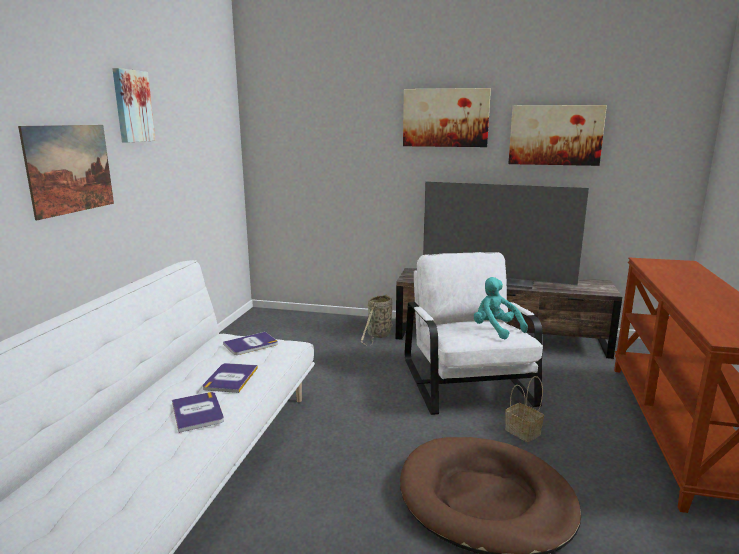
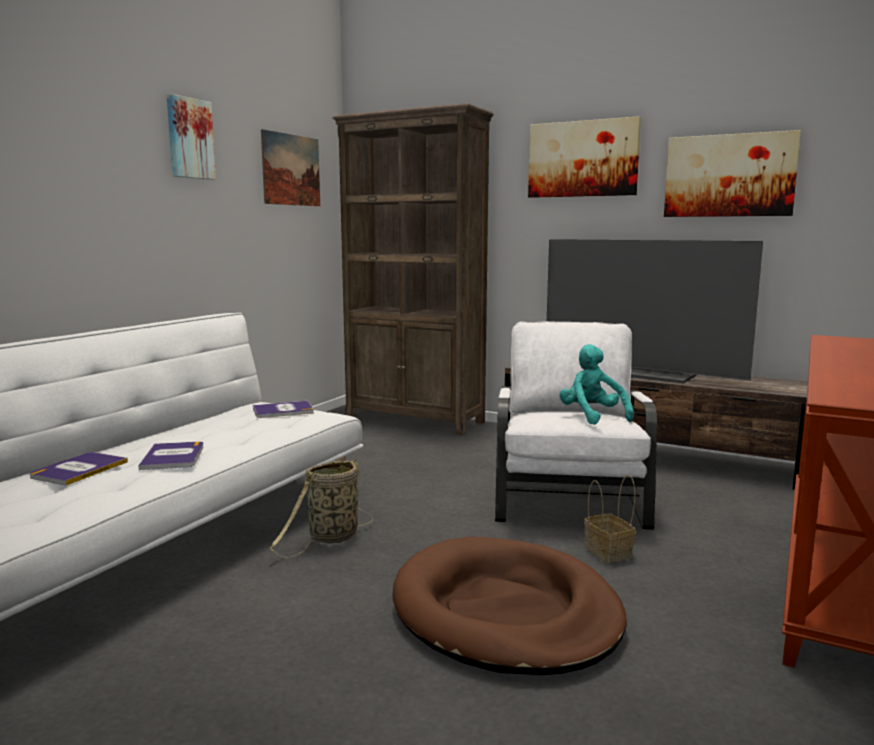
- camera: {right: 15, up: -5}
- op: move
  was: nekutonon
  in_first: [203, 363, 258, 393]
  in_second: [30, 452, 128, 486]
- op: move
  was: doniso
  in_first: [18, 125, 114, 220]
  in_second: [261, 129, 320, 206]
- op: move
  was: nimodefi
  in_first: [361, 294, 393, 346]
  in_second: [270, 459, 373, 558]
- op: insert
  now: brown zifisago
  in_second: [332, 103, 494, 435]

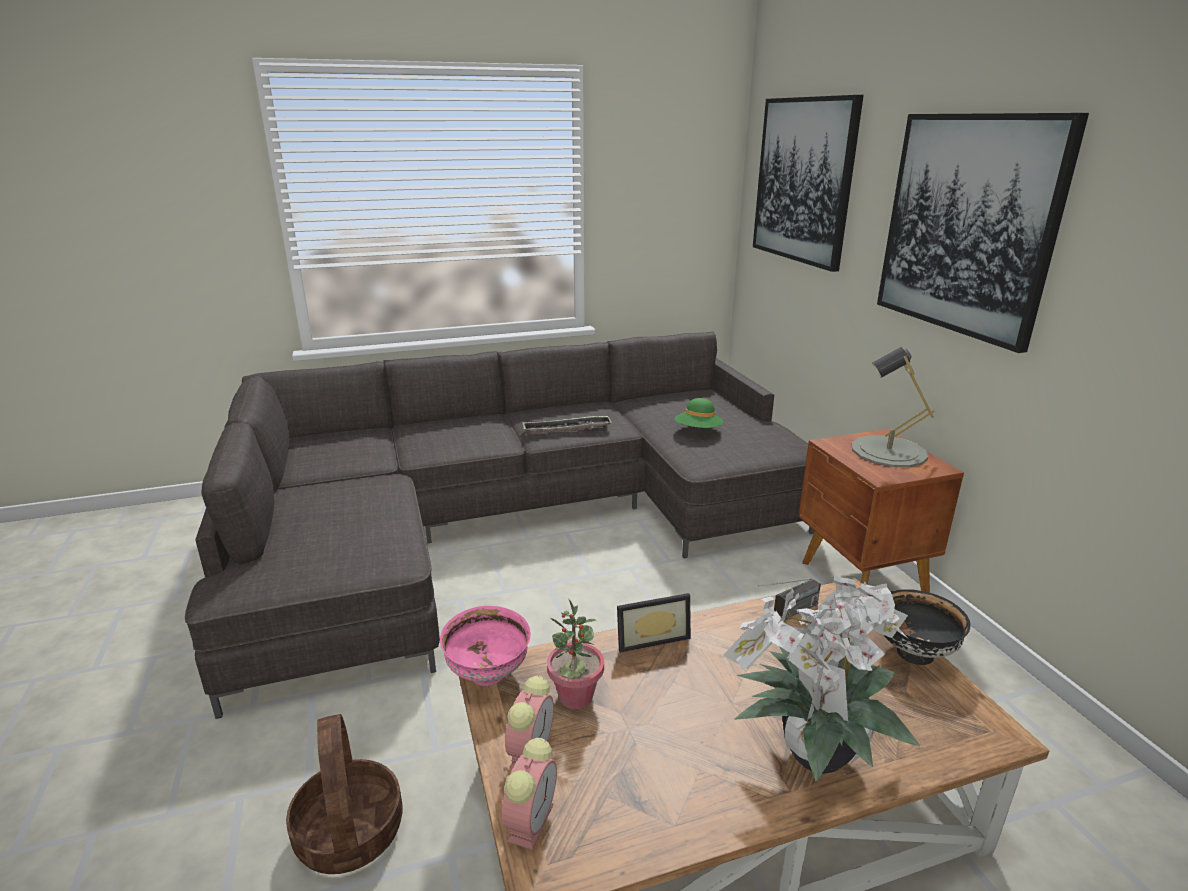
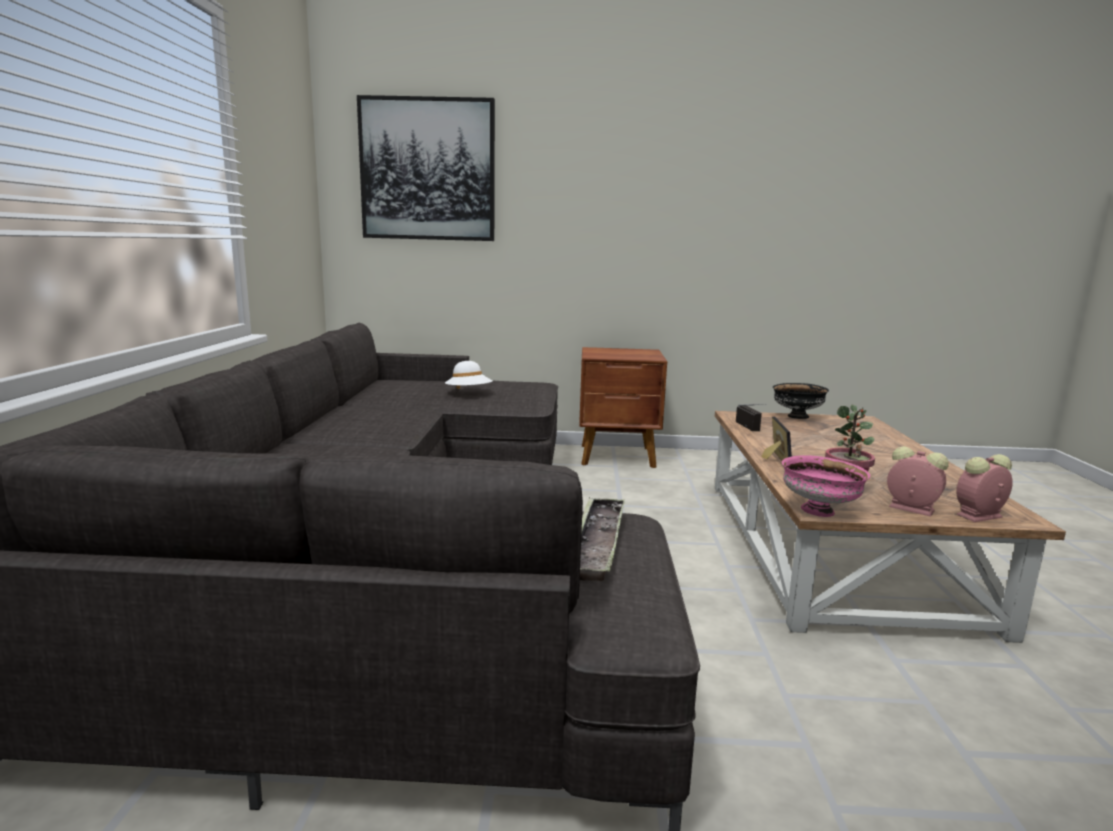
- camera: {right: -70, up: -10}
- op: recolor
  was: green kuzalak
  now: white kuzalak
  in_first: [675, 398, 723, 428]
  in_second: [445, 361, 492, 389]
- op: move
  was: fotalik
  in_first: [522, 415, 612, 435]
  in_second: [580, 497, 625, 581]
- op: rotate
  was: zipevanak
  in_first: [502, 738, 557, 850]
  in_second: [956, 454, 1013, 522]
  clockwise: -60
- op: delete
  was: nimodefi
  in_first: [286, 714, 403, 874]
- op: delete
  was: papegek
  in_first: [723, 576, 920, 781]
- op: delete
  was: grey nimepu
  in_first: [852, 347, 934, 467]
- op: delete
  was: doniso
  in_first: [877, 113, 1089, 353]

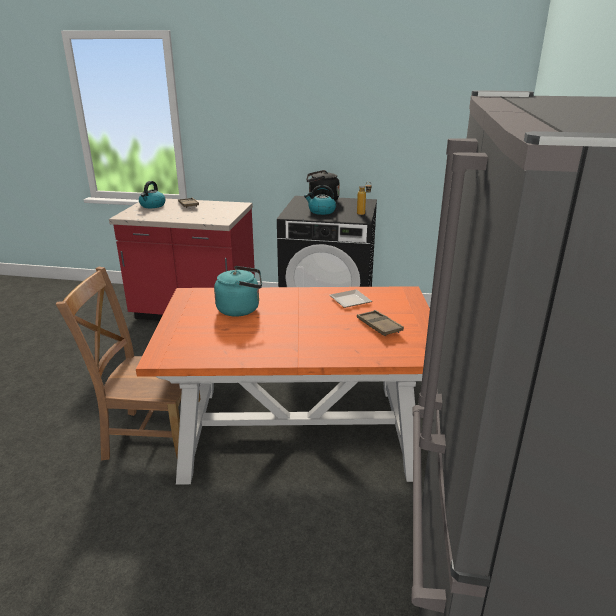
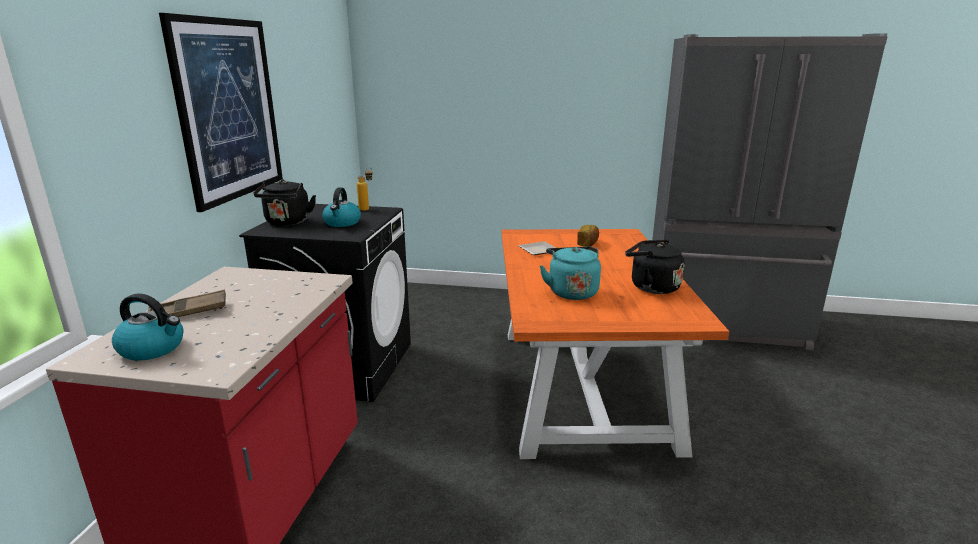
- camera: {right: -90, up: -5}
- op: insert
  now: doniso
  in_second: [159, 13, 283, 212]
- op: replace
  was: brown fotalik
  now: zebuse
  in_first: [357, 310, 404, 336]
  in_second: [577, 225, 599, 247]
- op: insert
  now: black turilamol
  in_second: [625, 240, 685, 294]
- op: delete
  was: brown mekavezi
  in_first: [56, 267, 201, 460]

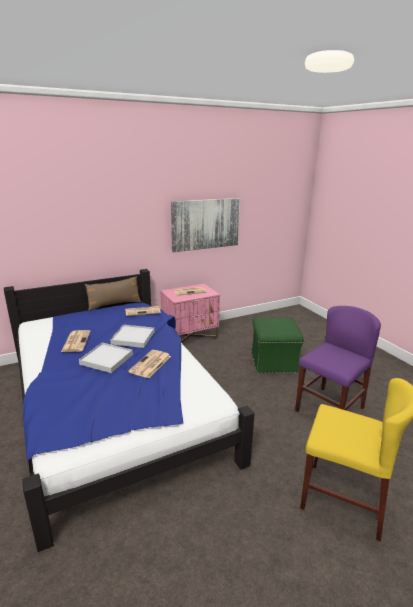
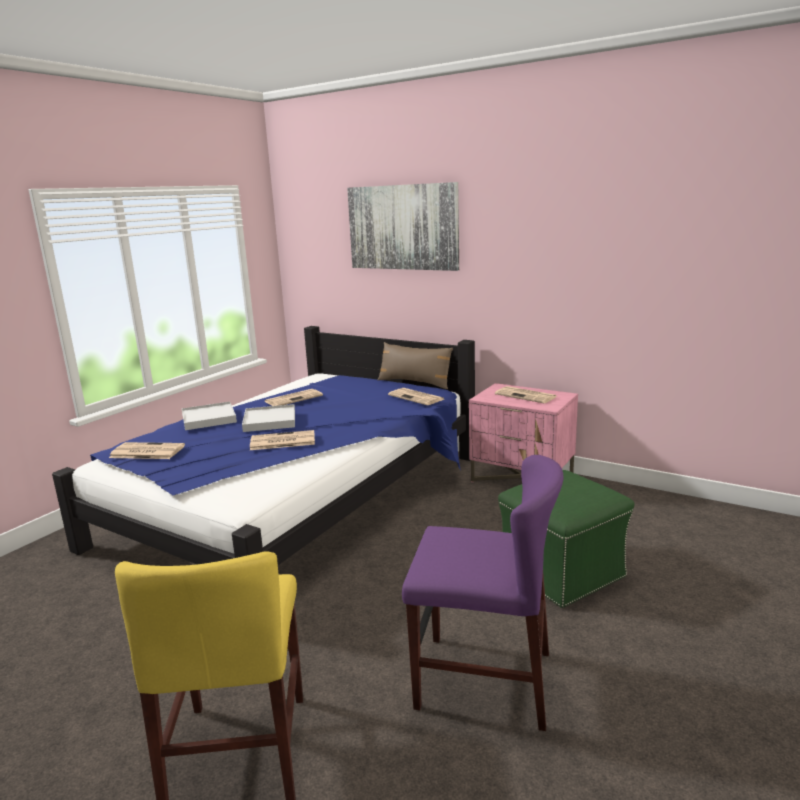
- camera: {right: 60, up: -5}
- op: insert
  now: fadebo
  in_second: [109, 442, 185, 459]
- op: move
  was: white fotalik
  in_first: [110, 325, 155, 348]
  in_second: [182, 402, 237, 430]
- op: move
  was: doniso
  in_first: [171, 198, 240, 252]
  in_second: [347, 182, 459, 271]

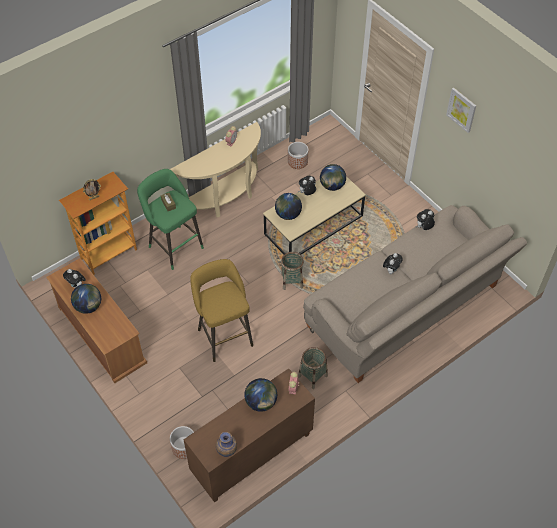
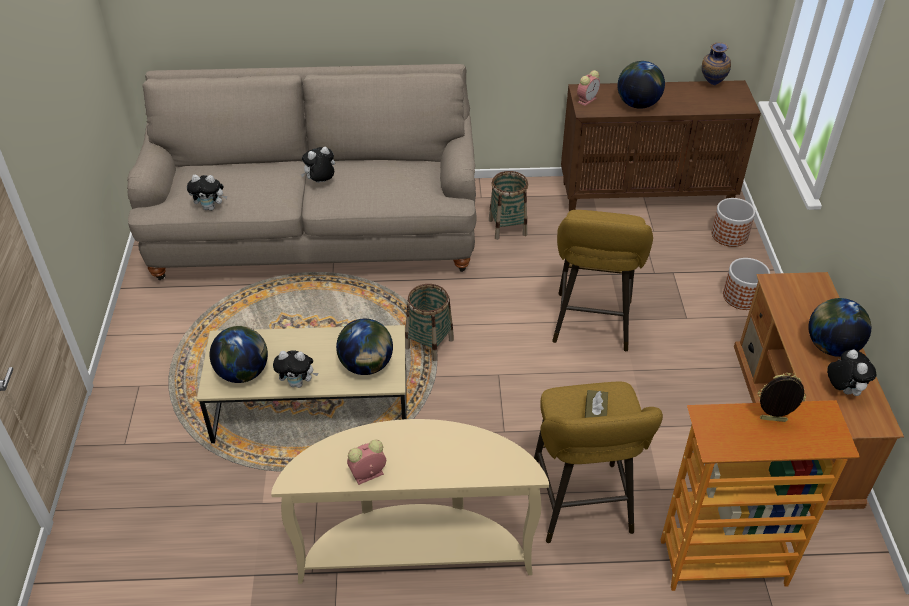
- camera: {right: -145, up: -10}
- op: recolor
  was: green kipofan
  now: yellow kipofan
  in_first: [137, 169, 204, 270]
  in_second: [534, 382, 663, 543]
- op: move
  was: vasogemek
  in_first: [288, 142, 308, 169]
  in_second: [723, 258, 770, 310]
- op: delete
  was: doniso
  in_first: [446, 88, 476, 133]

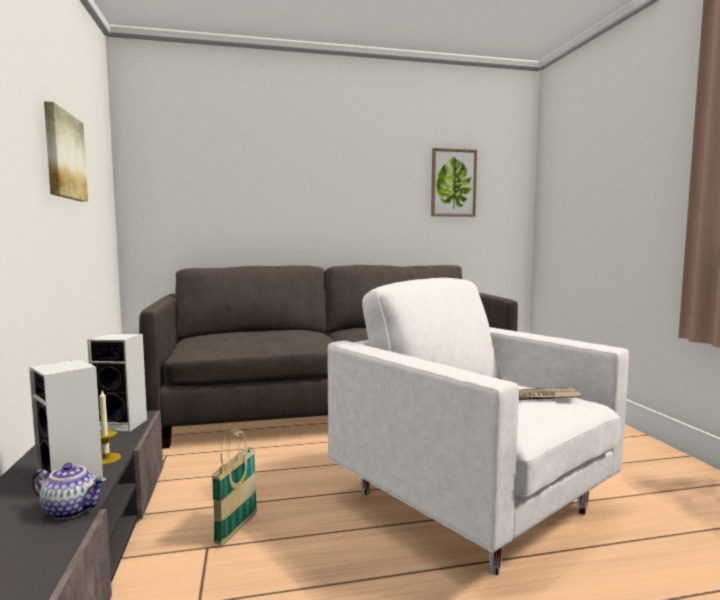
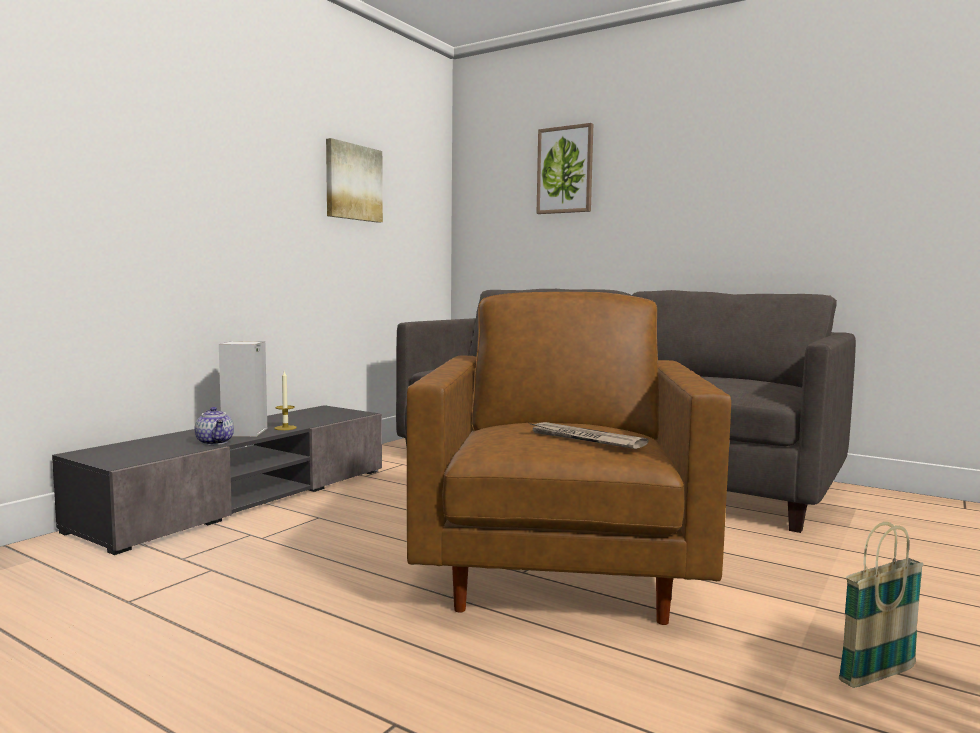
- camera: {right: 45, up: 0}
- op: recolor
  was: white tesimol
  now: brown tesimol
  in_first: [327, 278, 629, 575]
  in_second: [407, 292, 731, 625]
- op: move
  was: doniso
  in_first: [431, 148, 477, 217]
  in_second: [537, 123, 593, 214]
- op: move
  was: nimodefi
  in_first: [211, 430, 257, 545]
  in_second: [839, 522, 923, 688]
- op: delete
  was: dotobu
  in_first: [87, 333, 147, 432]

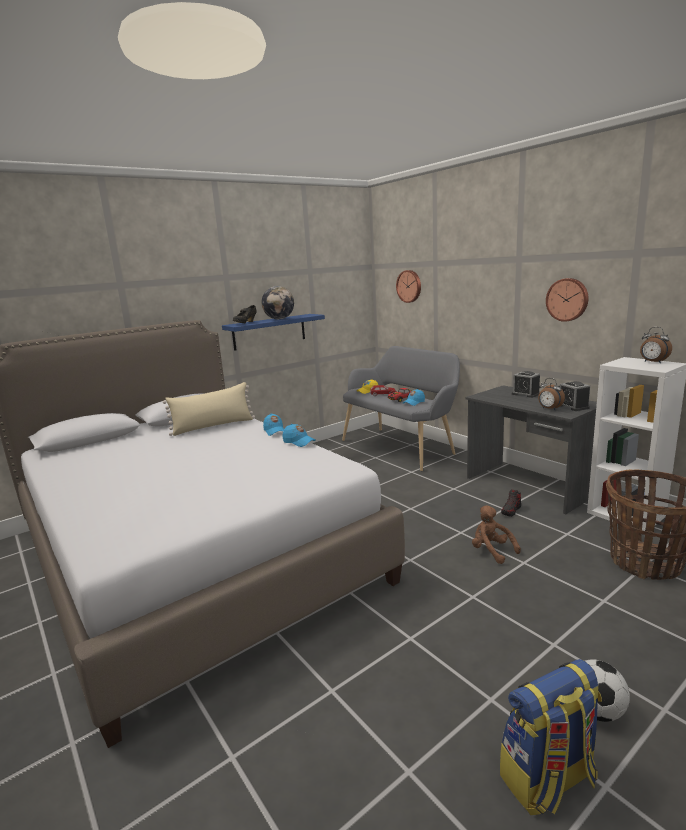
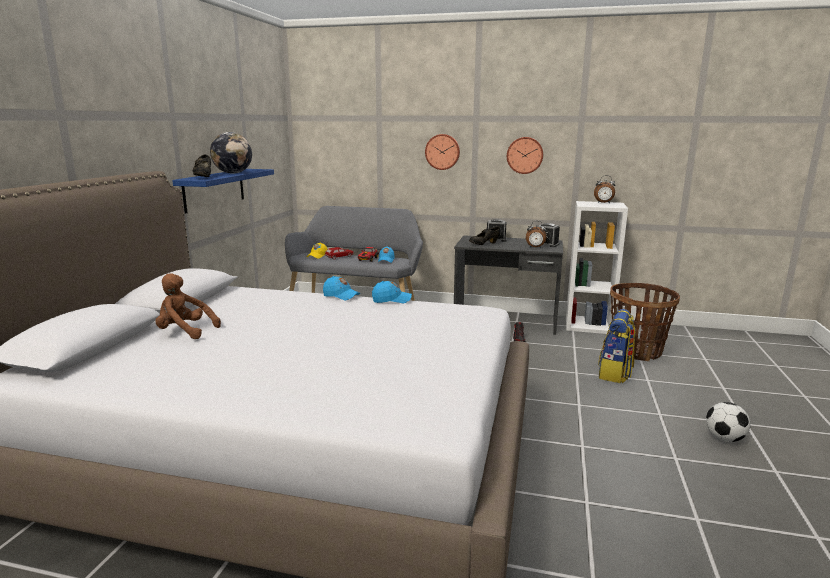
- camera: {right: -40, up: 0}
- op: move
  was: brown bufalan
  in_first: [472, 505, 521, 564]
  in_second: [156, 273, 221, 339]
- op: move
  was: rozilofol
  in_first: [396, 270, 421, 303]
  in_second: [425, 134, 460, 170]
- op: insert
  now: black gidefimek
  in_second: [469, 226, 501, 245]
- op: move
  was: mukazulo
  in_first: [500, 659, 602, 815]
  in_second: [598, 309, 635, 383]
- op: delete
  was: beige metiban
  in_first: [163, 382, 255, 436]

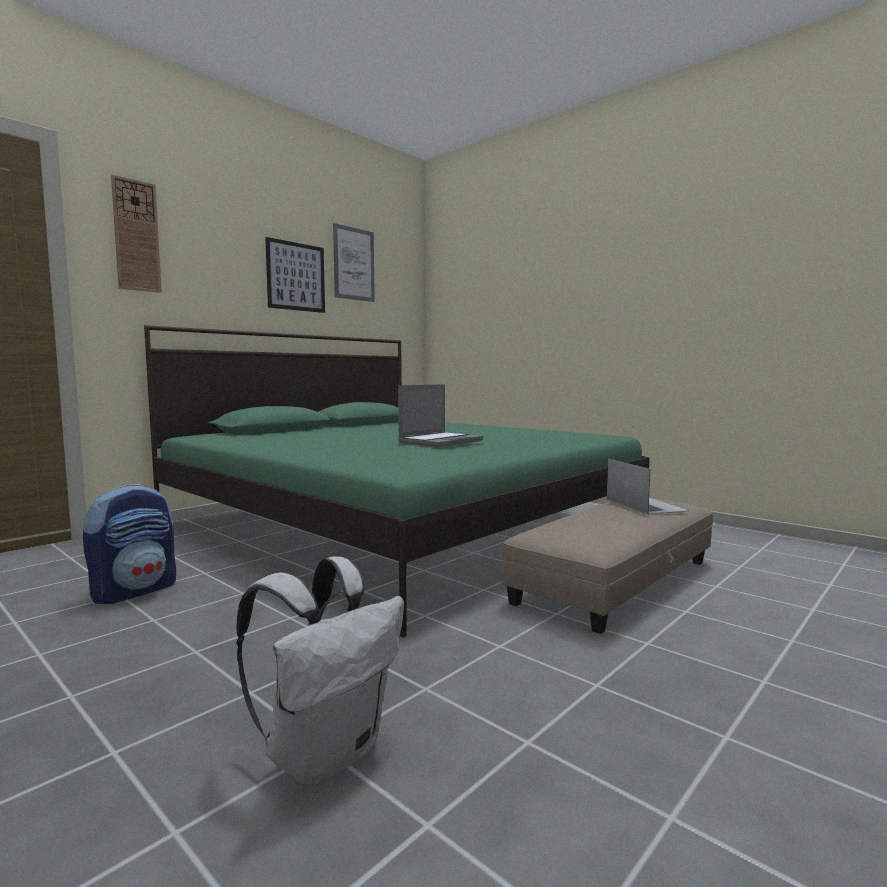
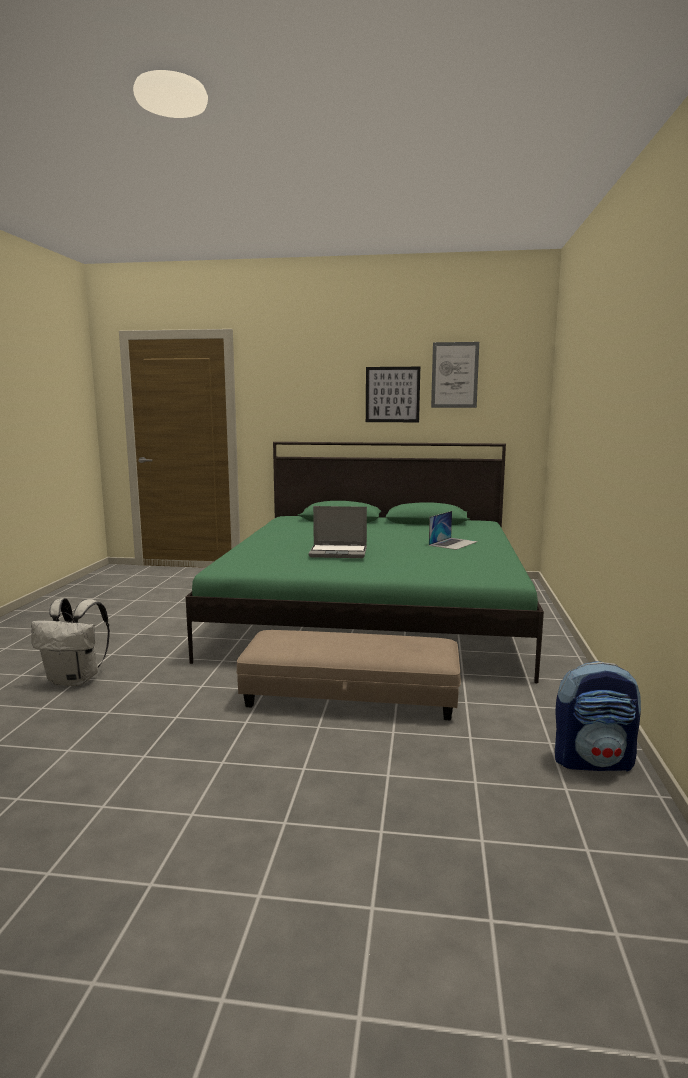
- camera: {right: 55, up: 5}
- op: move
  was: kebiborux
  in_first: [607, 459, 689, 515]
  in_second: [429, 511, 478, 550]
- op: move
  was: mukazulo
  in_first: [83, 484, 176, 604]
  in_second: [555, 661, 641, 772]
- op: delete
  was: rozilofol
  in_first: [111, 175, 162, 293]

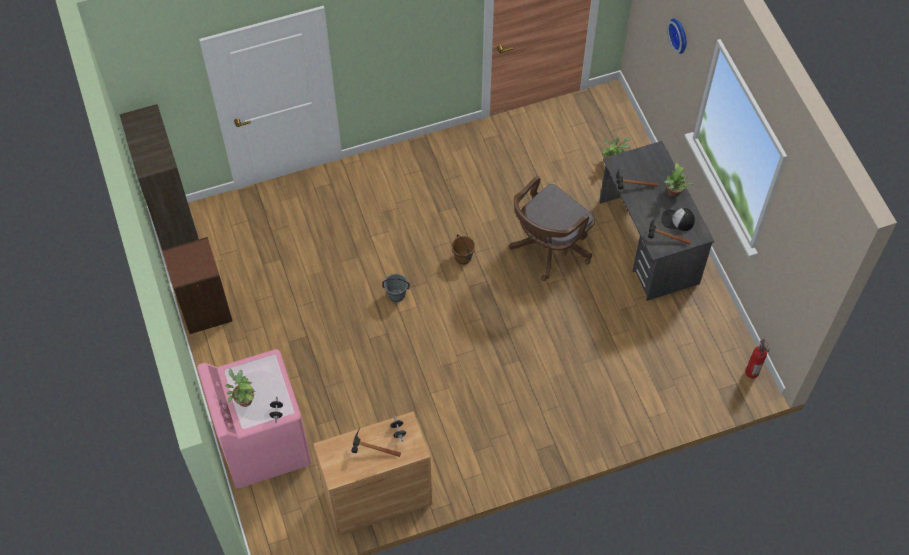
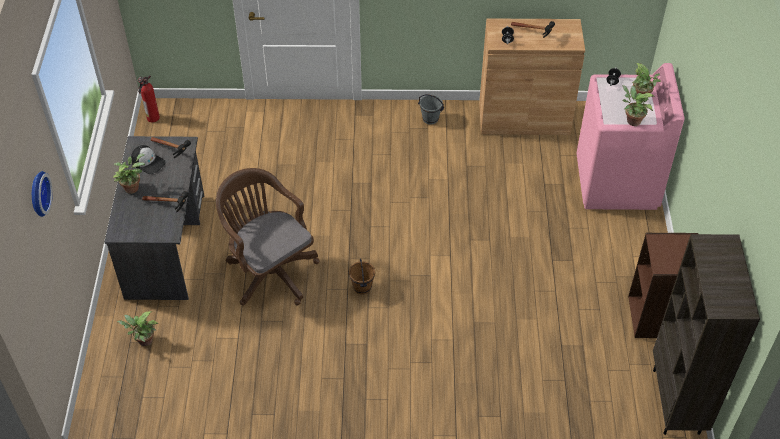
- camera: {right: -160, up: -10}
- op: rotate
  was: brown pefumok
  in_first: [508, 176, 595, 281]
  in_second: [216, 168, 319, 306]
  clockwise: -105
- op: move
  was: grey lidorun
  in_first: [382, 274, 410, 302]
  in_second: [418, 94, 444, 125]
- op: insert
  now: papegek
  in_second: [622, 85, 655, 126]

